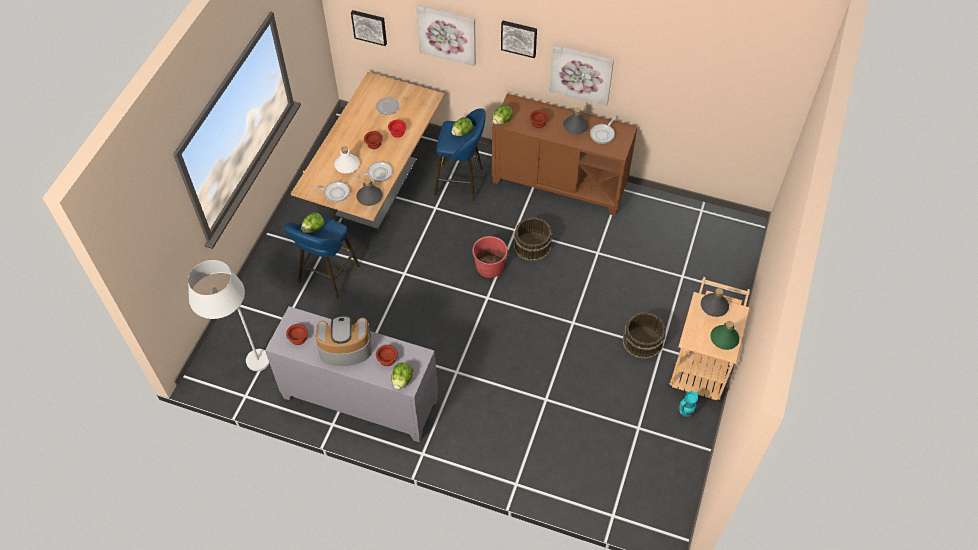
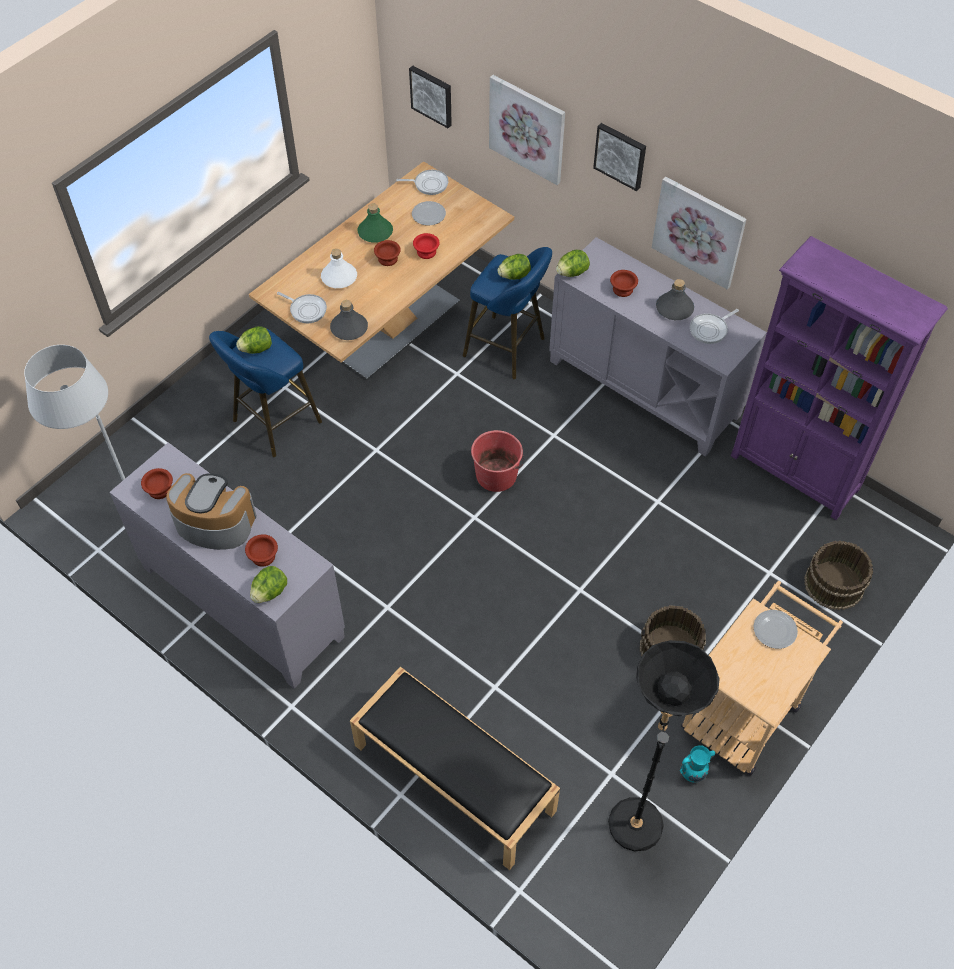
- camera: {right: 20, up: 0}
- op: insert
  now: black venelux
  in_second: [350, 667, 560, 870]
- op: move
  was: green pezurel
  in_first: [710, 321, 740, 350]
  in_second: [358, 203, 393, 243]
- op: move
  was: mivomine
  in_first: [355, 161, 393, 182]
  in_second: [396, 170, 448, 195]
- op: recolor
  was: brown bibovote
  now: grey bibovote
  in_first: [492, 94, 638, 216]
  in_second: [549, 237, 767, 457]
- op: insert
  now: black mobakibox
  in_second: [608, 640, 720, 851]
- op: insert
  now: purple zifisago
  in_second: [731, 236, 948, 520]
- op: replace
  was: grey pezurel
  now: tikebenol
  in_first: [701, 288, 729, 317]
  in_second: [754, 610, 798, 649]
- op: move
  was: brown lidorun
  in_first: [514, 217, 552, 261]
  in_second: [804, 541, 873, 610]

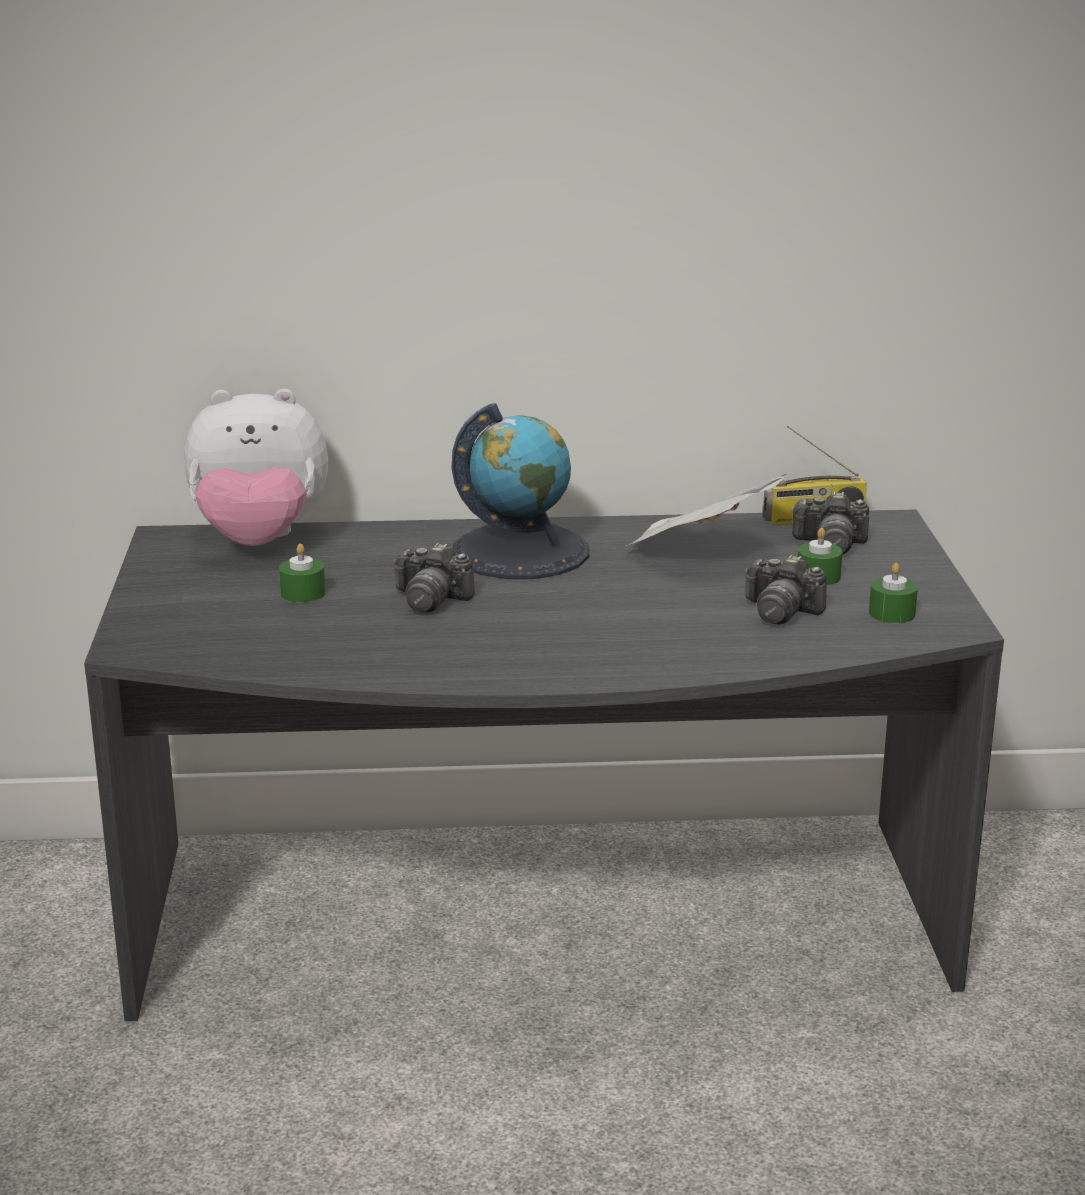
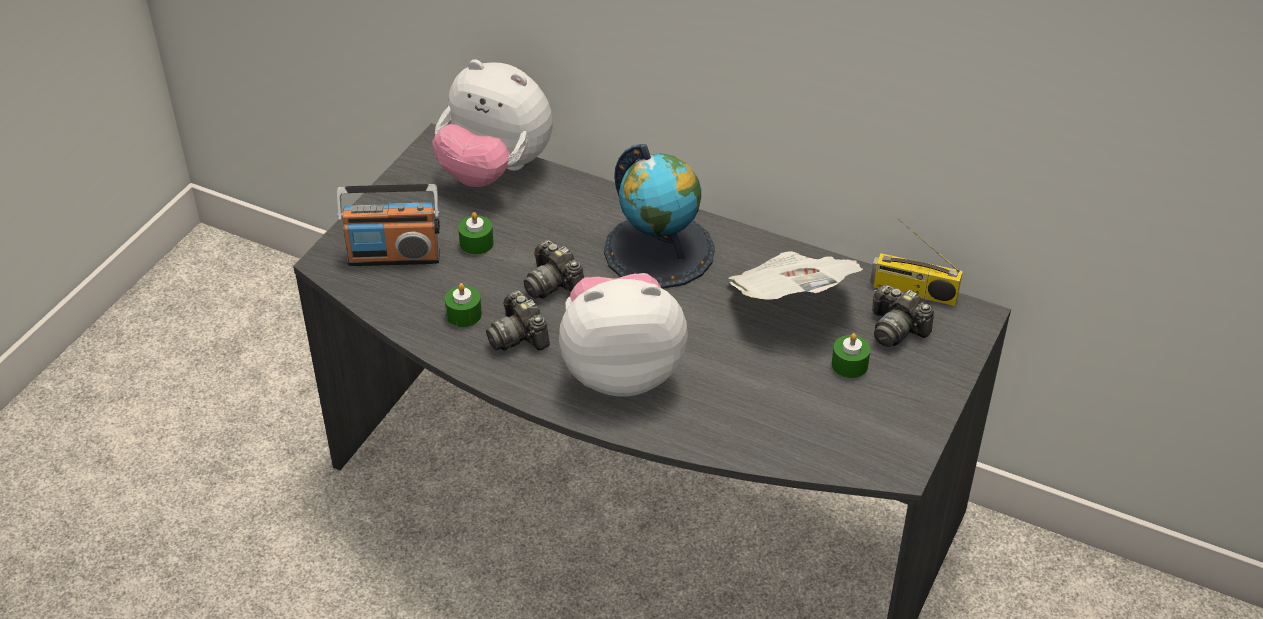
- camera: {right: 30, up: 20}
- op: insert
  now: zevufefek
  in_second: [337, 184, 440, 266]
- op: move
  was: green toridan
  in_first: [869, 563, 918, 623]
  in_second: [445, 283, 482, 327]
- op: move
  was: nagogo
  in_first: [745, 555, 827, 624]
  in_second: [486, 290, 550, 351]
- op: insert
  now: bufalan
  in_second: [559, 273, 687, 396]

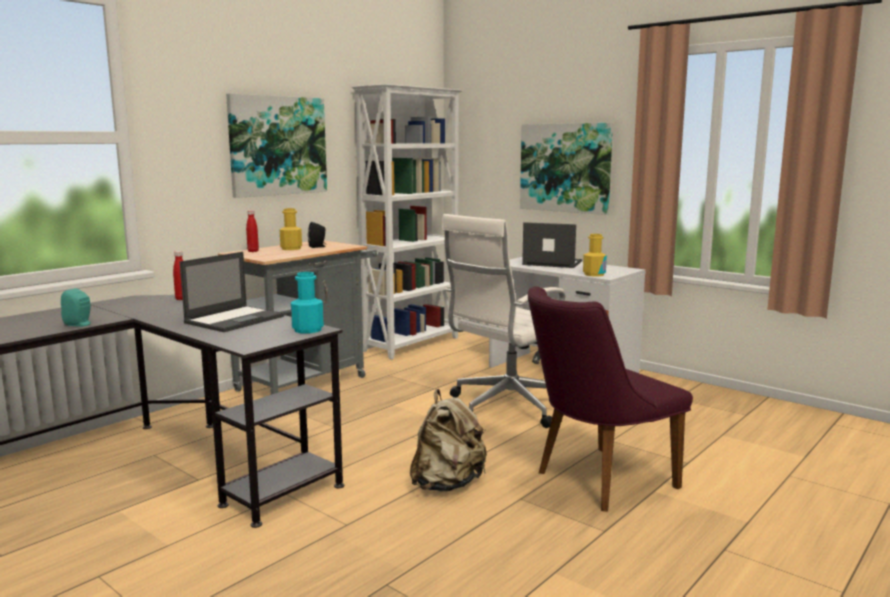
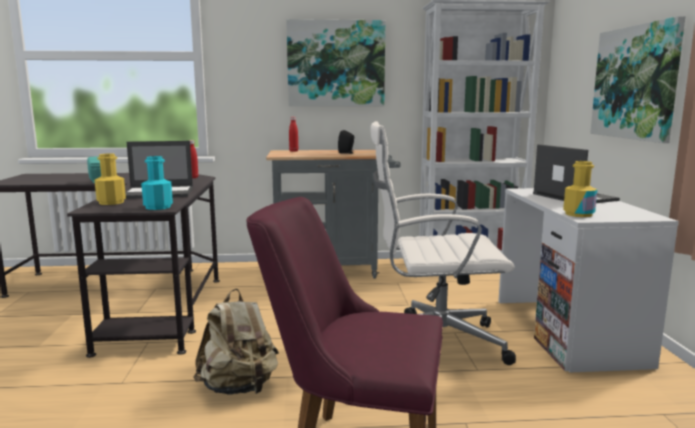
- camera: {right: 45, up: 0}
- op: move
  was: yellow pezurel
  in_first: [280, 208, 302, 250]
  in_second: [94, 153, 126, 205]

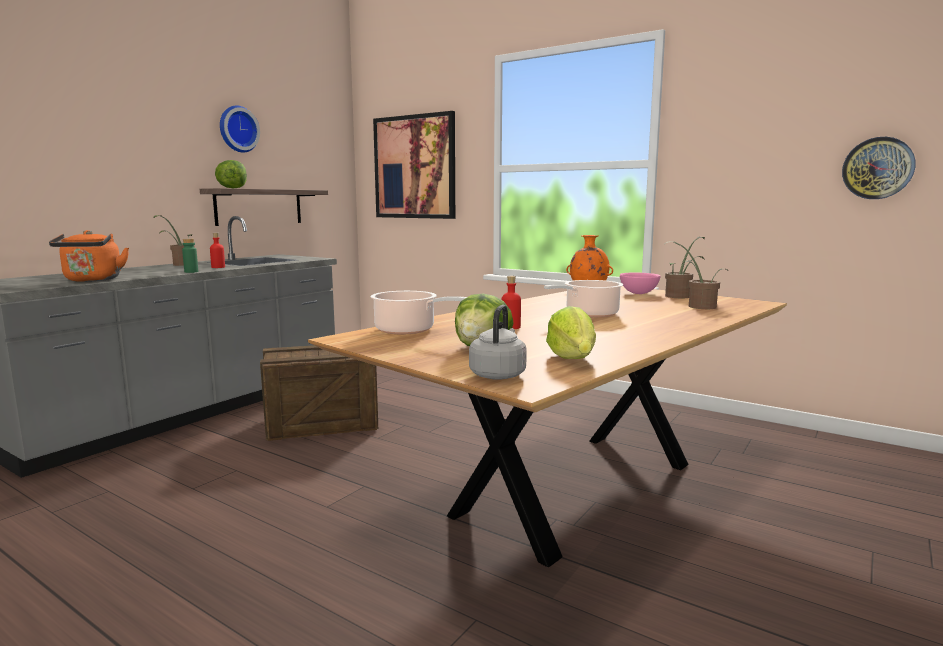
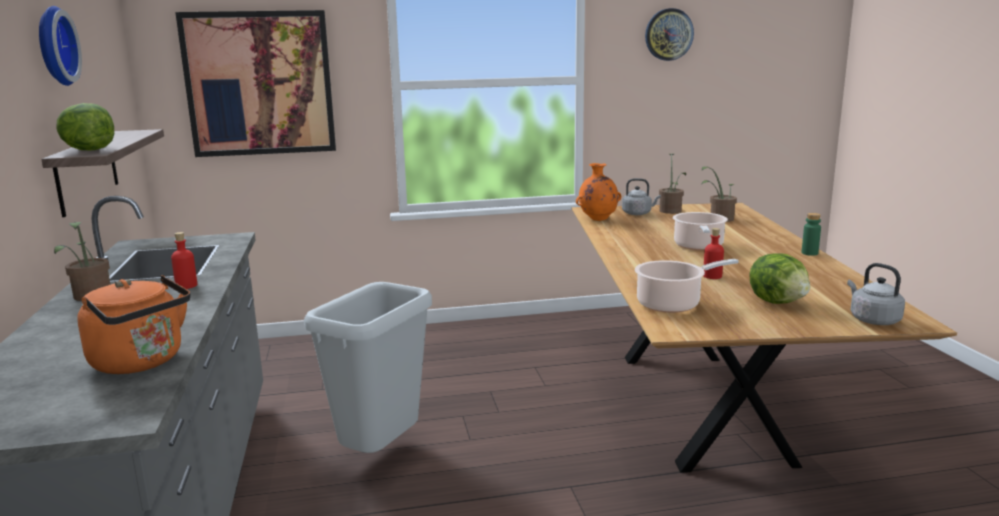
- camera: {right: -45, up: 5}
- op: replace
  was: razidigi
  now: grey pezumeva
  in_first: [260, 345, 378, 441]
  in_second: [304, 282, 432, 453]
- op: replace
  was: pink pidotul
  now: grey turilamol
  in_first: [620, 273, 661, 294]
  in_second: [622, 178, 661, 215]
- op: move
  was: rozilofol
  in_first: [842, 137, 916, 199]
  in_second: [645, 8, 694, 61]
- op: move
  was: green pezurel
  in_first: [182, 239, 198, 273]
  in_second: [802, 213, 821, 256]
- op: delete
  was: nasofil
  in_first: [546, 306, 596, 359]

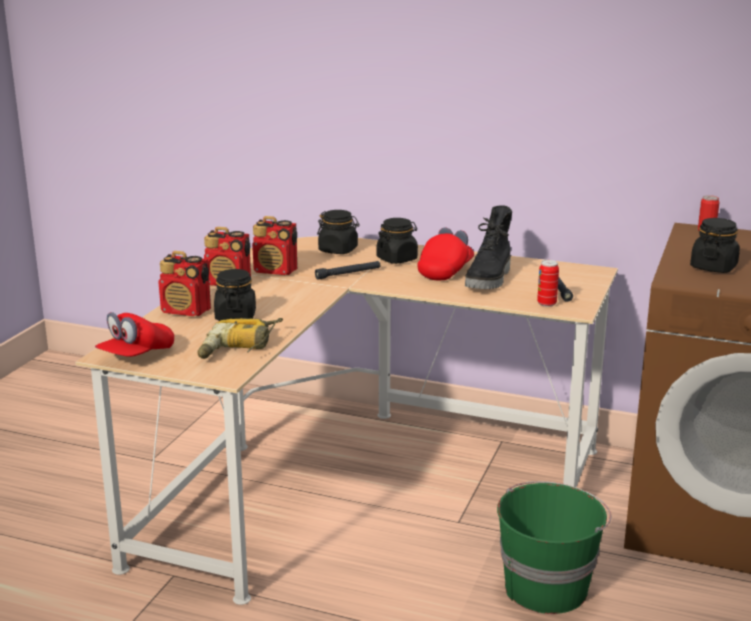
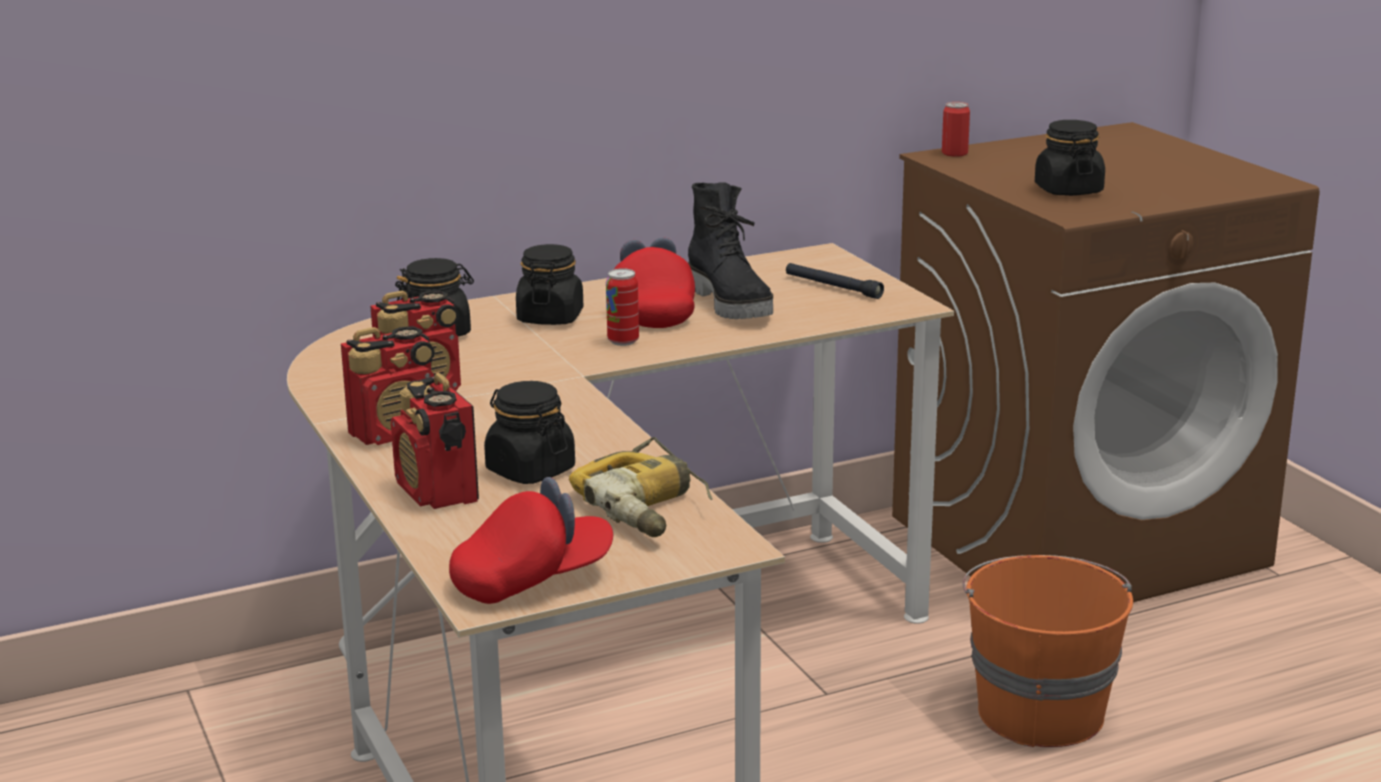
- camera: {right: -45, up: 0}
- op: rotate
  was: zevufefek
  in_first: [159, 251, 211, 316]
  in_second: [391, 373, 479, 509]
  clockwise: 90
- op: rotate
  was: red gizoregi
  in_first: [95, 312, 174, 357]
  in_second: [449, 477, 613, 604]
  clockwise: -105
- op: move
  was: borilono
  in_first: [537, 260, 559, 307]
  in_second: [606, 268, 639, 346]
- op: recolor
  was: green lidorun
  now: orange lidorun
  in_first: [497, 481, 611, 614]
  in_second: [962, 555, 1133, 747]
- op: delete
  was: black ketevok
  in_first: [315, 261, 380, 280]

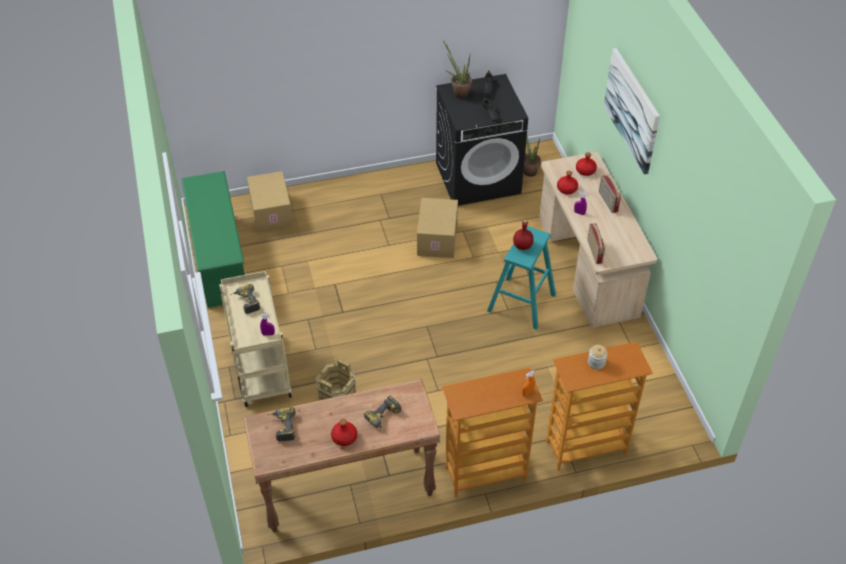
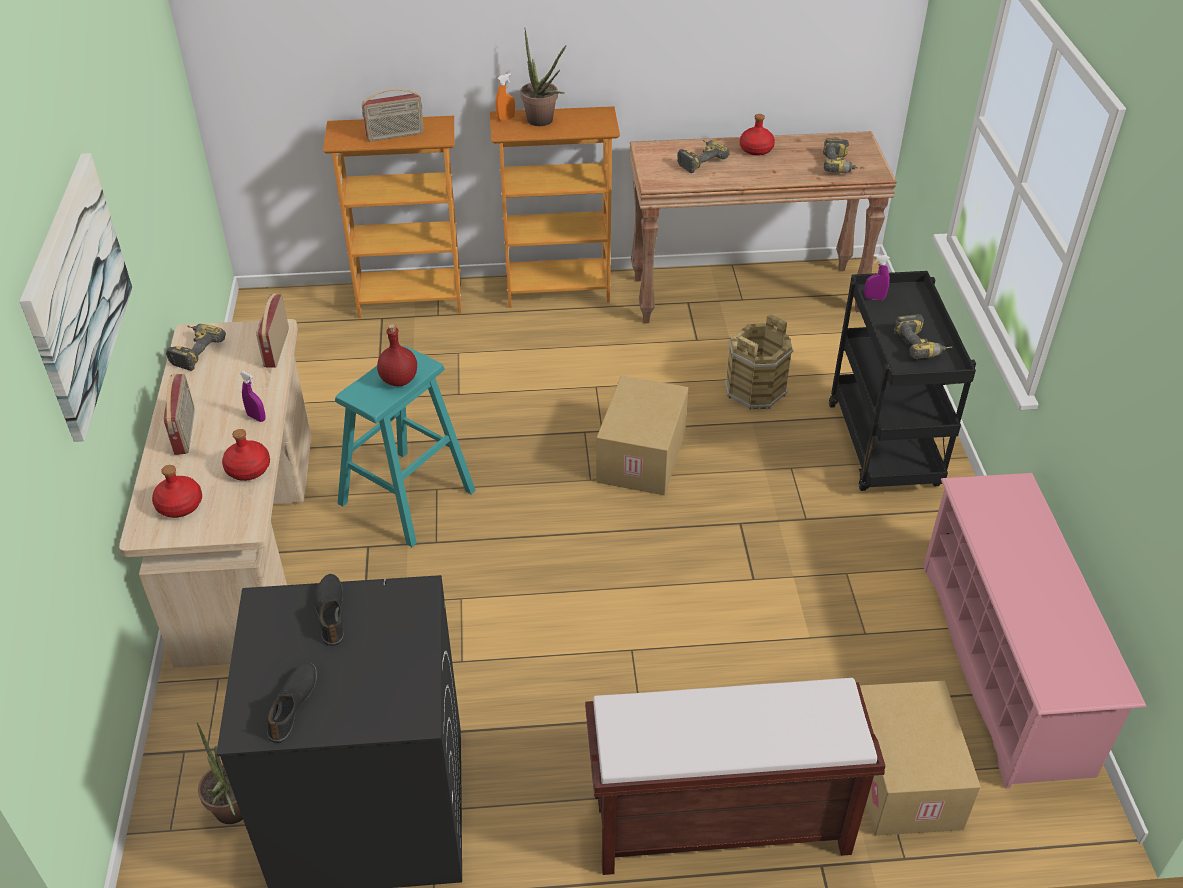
- camera: {right: -170, up: -5}
- op: insert
  now: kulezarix
  in_second: [166, 324, 226, 371]
- op: replace
  was: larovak
  now: zevufefek
  in_first: [588, 345, 608, 369]
  in_second: [362, 89, 424, 142]
- op: move
  was: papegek
  in_first: [443, 40, 472, 99]
  in_second: [521, 29, 567, 126]
- op: insert
  now: brown venelux
  in_second: [585, 678, 886, 875]
- op: move
  was: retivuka
  in_first: [417, 198, 458, 258]
  in_second: [596, 376, 688, 495]
- op: recolor
  was: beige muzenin
  now: black muzenin
  in_first: [219, 271, 292, 407]
  in_second: [829, 271, 976, 491]
- op: recolor
  was: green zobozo
  now: pink zobozo
  in_first: [181, 171, 245, 308]
  in_second: [923, 473, 1147, 789]

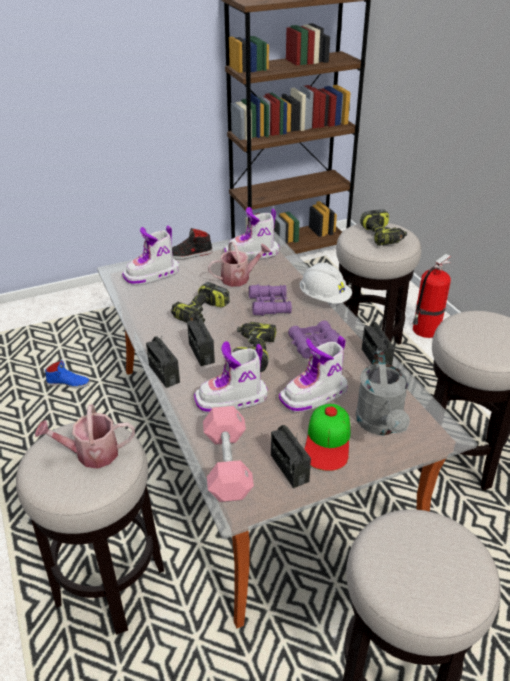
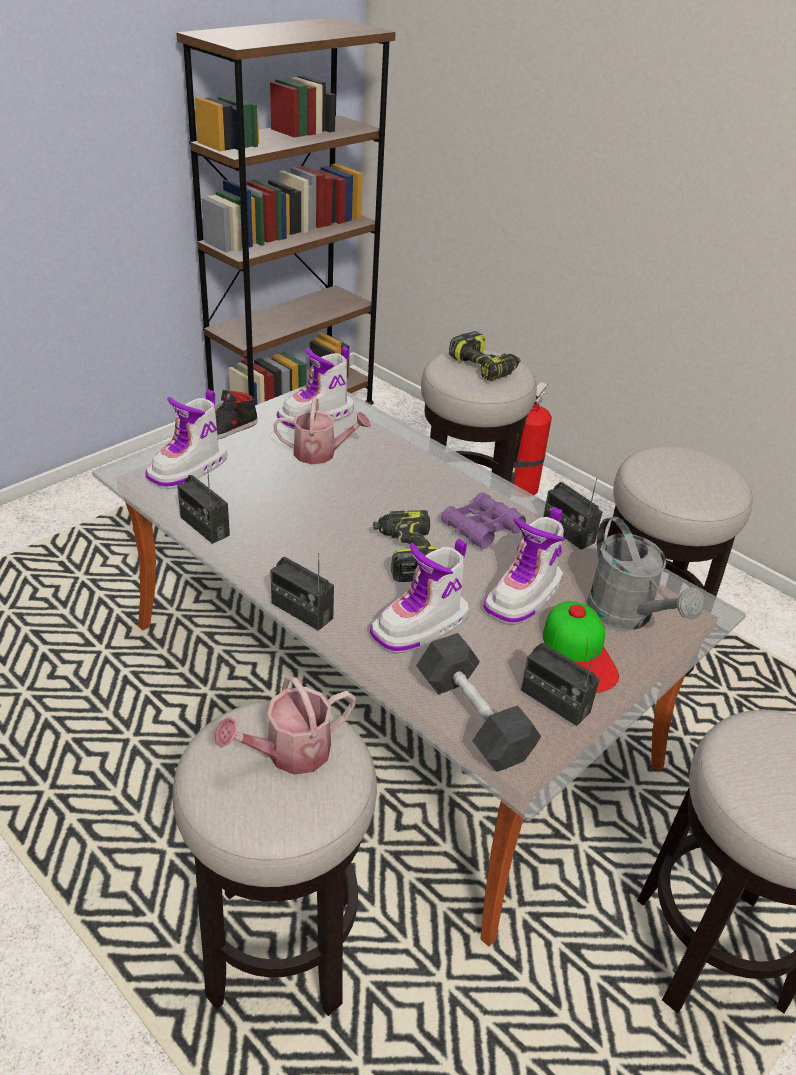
- camera: {right: -25, up: 0}
- op: move
  was: zevufefek
  in_first: [187, 315, 215, 366]
  in_second: [177, 469, 230, 544]
- op: rotate
  was: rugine
  in_first: [208, 241, 271, 287]
  in_second: [273, 397, 371, 464]
  clockwise: 45
- op: recolor
  was: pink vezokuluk
  now: black vezokuluk
  in_first: [203, 406, 254, 502]
  in_second: [416, 633, 541, 772]
- op: delete
  was: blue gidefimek
  in_first: [45, 360, 90, 388]
- op: delete
  was: kulezarix
  in_first: [171, 282, 230, 323]
- op: delete
  was: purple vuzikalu
  in_first: [249, 284, 292, 316]
- op: delete
  was: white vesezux
  in_first: [299, 262, 352, 304]

